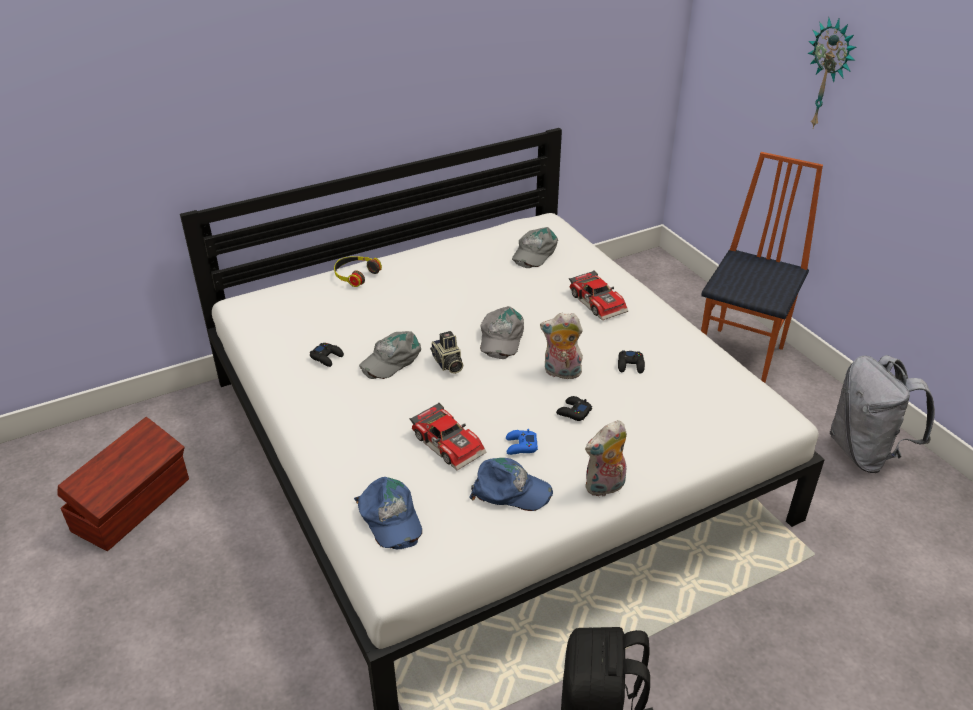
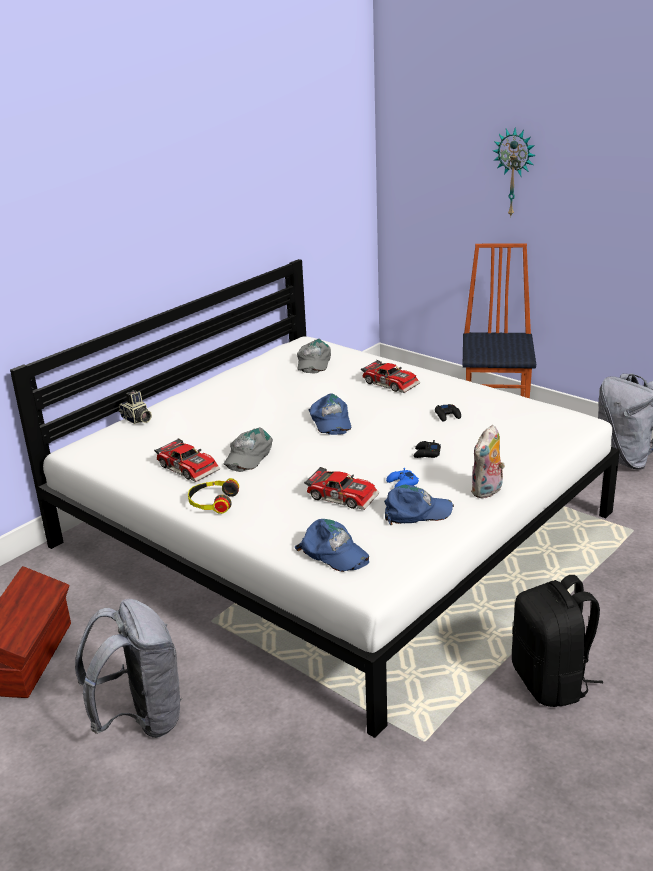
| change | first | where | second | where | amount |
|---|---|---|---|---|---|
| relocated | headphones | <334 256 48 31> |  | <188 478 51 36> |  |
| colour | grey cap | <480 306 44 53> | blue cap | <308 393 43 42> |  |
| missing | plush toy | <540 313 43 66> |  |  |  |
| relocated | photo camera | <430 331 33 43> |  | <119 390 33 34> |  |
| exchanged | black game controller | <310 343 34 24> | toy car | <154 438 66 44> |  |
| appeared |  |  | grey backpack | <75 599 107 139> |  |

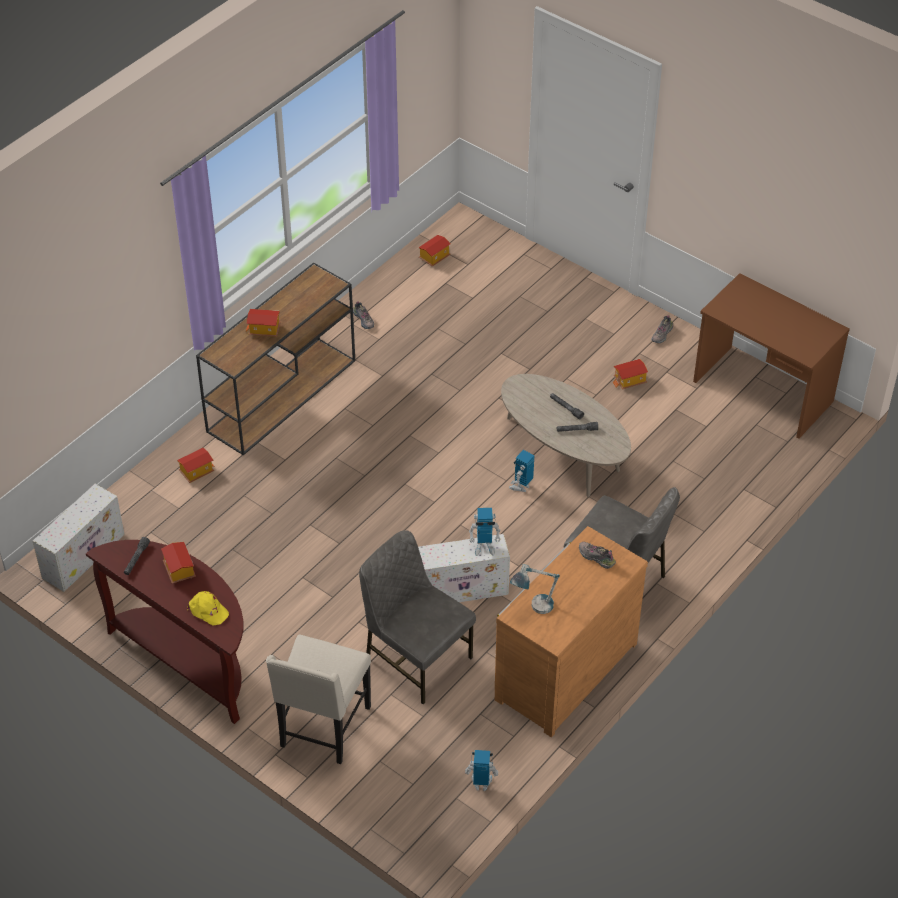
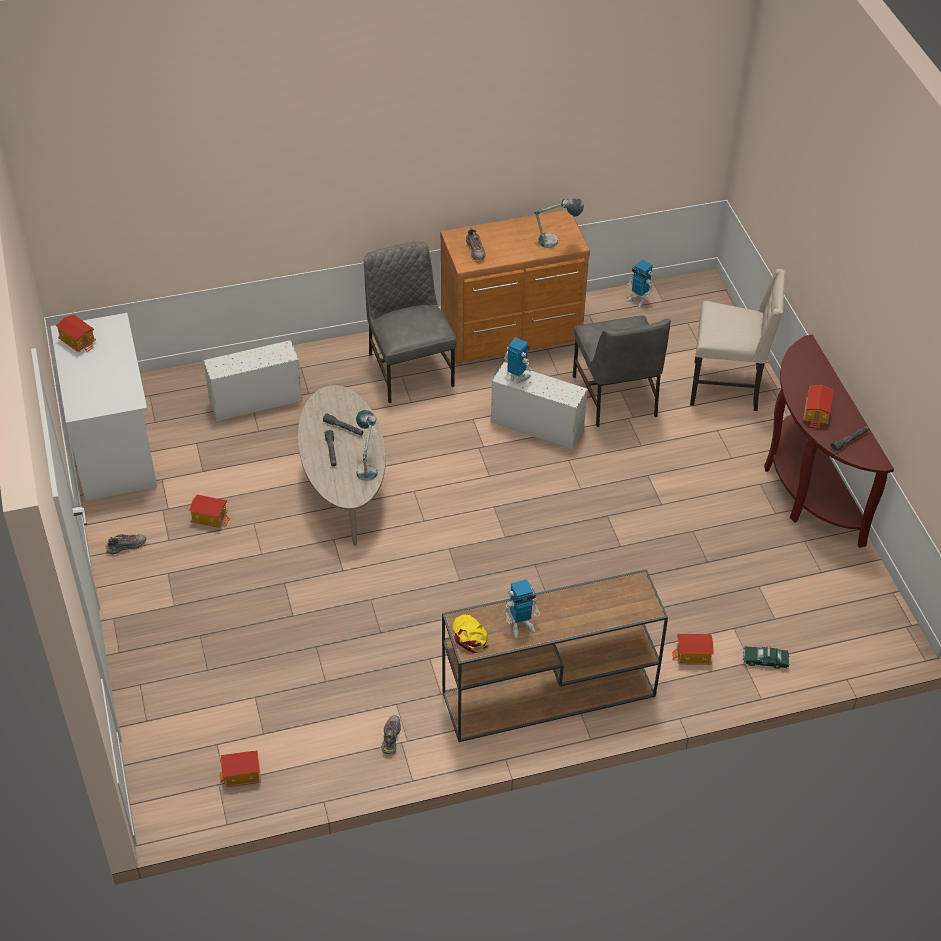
| change | first | where | second | where | amount |
|---|---|---|---|---|---|
| colour | brown desk | <693 273 157 166> | white desk | <50 313 107 188> |  |
| relocated | toy house | <246 309 35 28> |  | <56 314 40 38> |  |
| relocated | toy robot | <509 450 26 42> |  | <503 579 37 59> |  |
| relocated | white storage box | <33 484 91 108> |  | <204 340 98 82> |  |
| relocated | yellow cap | <187 591 42 35> |  | <453 614 36 39> |  |
| spun | beige chair | <266 634 105 130> |  | <690 269 95 142> | 45 degrees clockwise |
| appeared |  |  | table lamp | <356 410 22 71> |  |
| appeared |  |  | toy car | <743 645 47 24> |  |

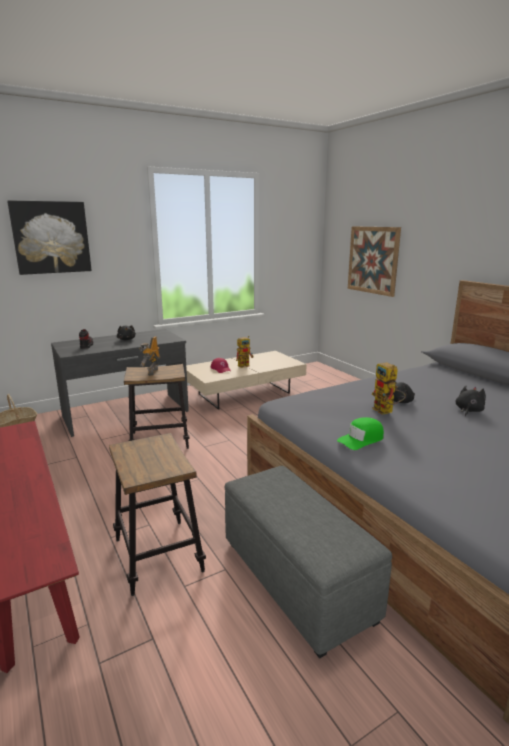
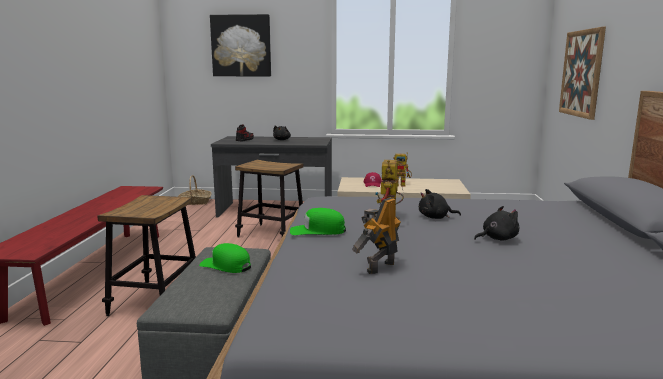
| change | first | where | second | where | amount |
|---|---|---|---|---|---|
| relocated | toy robot | <139 336 22 40> |  | <352 198 49 76> |  |
| appeared |  |  | green cap | <199 243 52 30> |  |

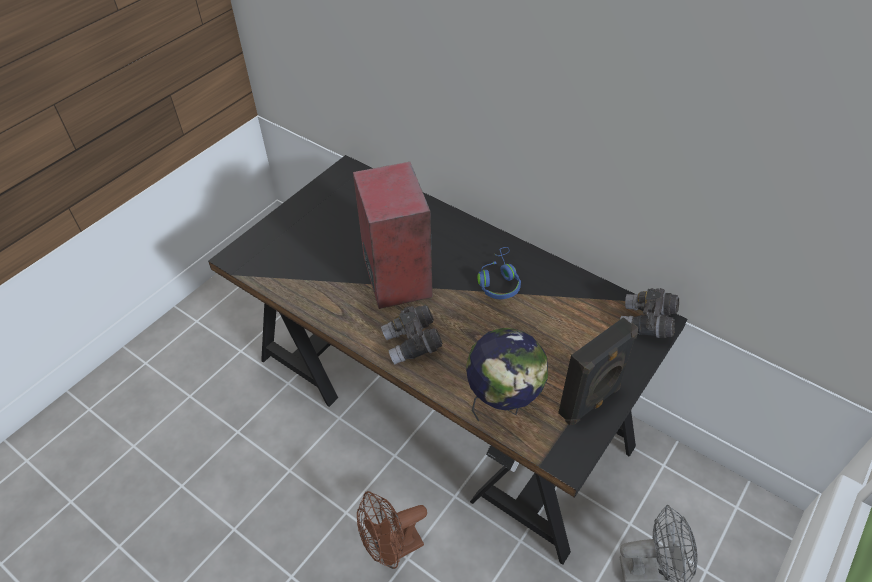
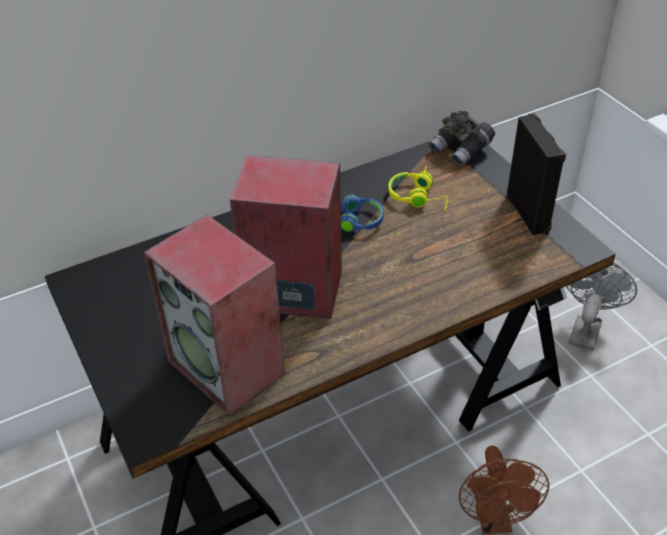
| change | first | where | second | where | amount |
|---|---|---|---|---|---|
| missing | grey binoculars | <381 305 62 59> |  |  |  |
| missing | globe | <466 327 82 94> |  |  |  |
| appeared |  |  | yellow headphones | <388 166 61 45> |  |
| appeared |  |  | speaker | <144 215 141 200> |  |

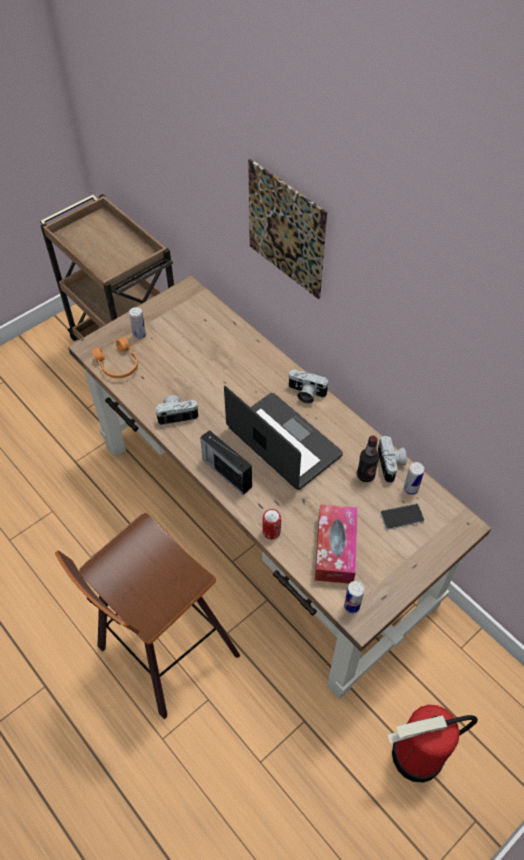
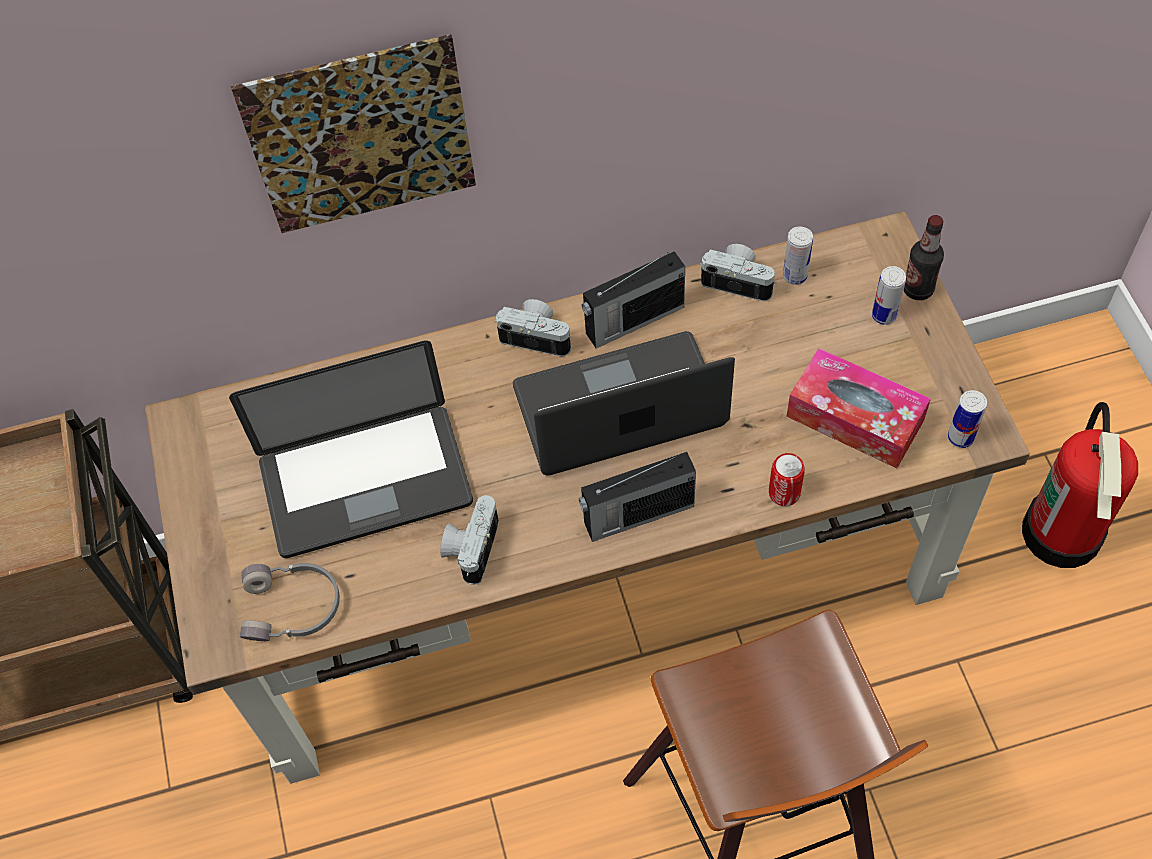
| change | first | where | second | where | amount |
|---|---|---|---|---|---|
| relocated | can | <129 307 17 32> |  | <872 266 34 59> |  |
| colour | orange headphones | <92 337 46 41> | grey headphones | <239 563 101 78> |  |
| spun | photo camera | <288 370 41 34> |  | <495 299 77 58> | 120 degrees counterclockwise |
| relocated | bottle | <357 435 22 47> |  | <904 215 40 85> |  |
| missing | phone | <380 503 45 27> |  |  |  |
| appeared |  |  | radio | <582 251 103 97> |  |
| appeared |  |  | laptop | <229 341 244 217> |  |

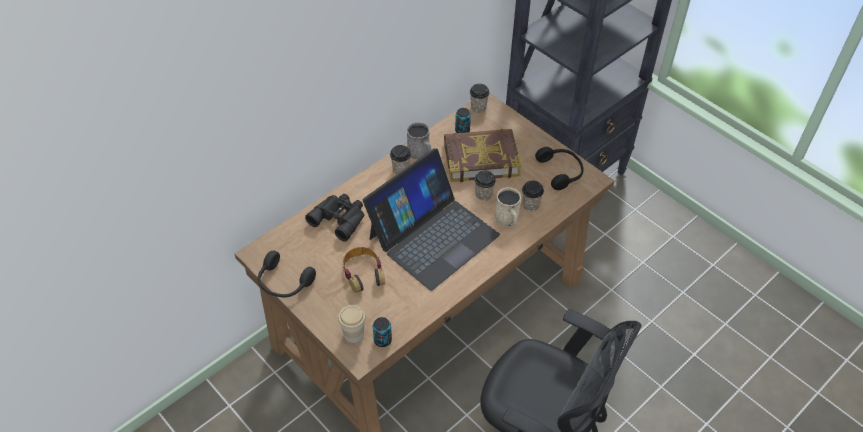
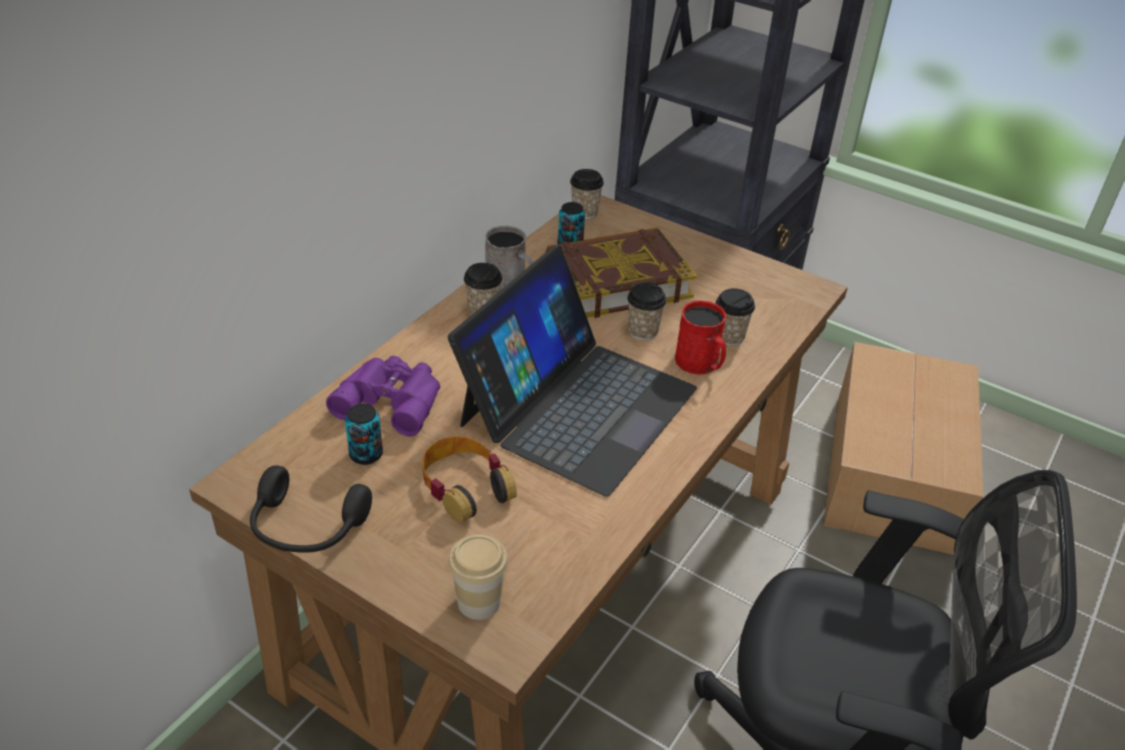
| change | first | where | second | where | amount |
|---|---|---|---|---|---|
| missing | black headphones | <535 147 49 43> |  |  |  |
| colour | beige mug | <495 187 26 40> | red mug | <675 300 51 74> |  |
| colour | black binoculars | <305 194 59 48> | purple binoculars | <326 356 114 81> |  |
| relocated | can | <373 317 19 30> |  | <345 404 38 61> |  |
| appeared |  |  | cardboard box | <823 342 160 214> |  |

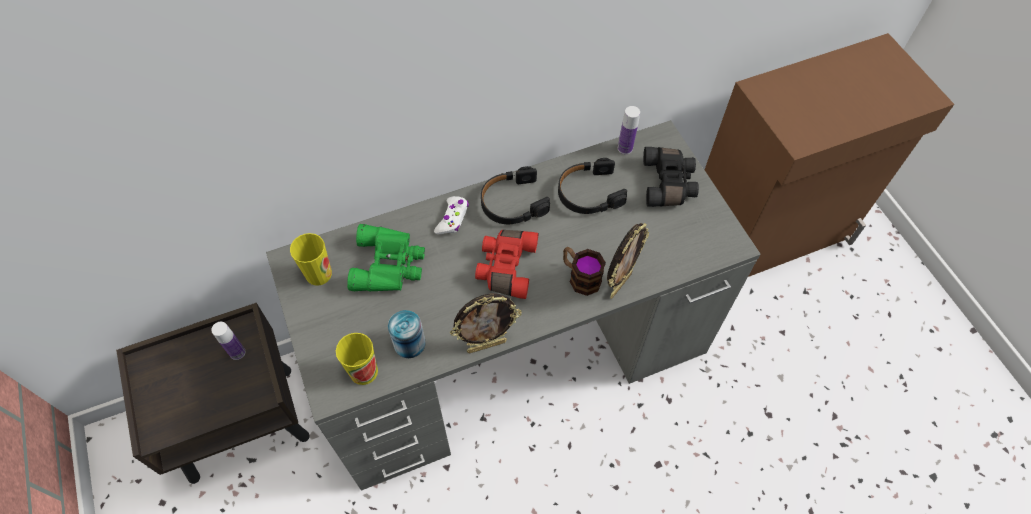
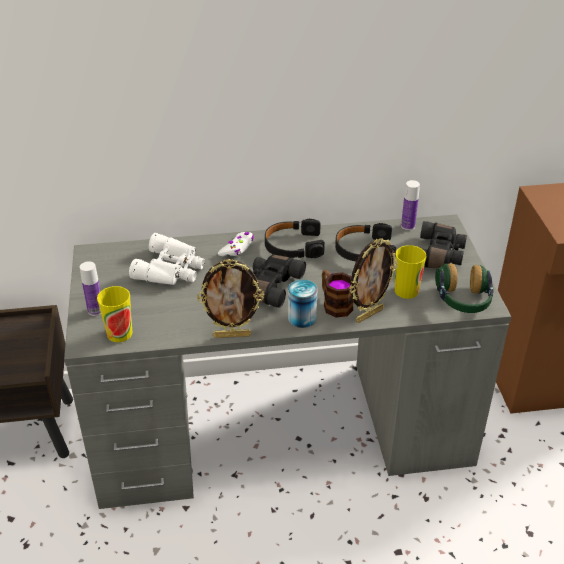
| change | first | where | second | where | amount |
|---|---|---|---|---|---|
| colour | green binoculars | <347 224 78 68> | white binoculars | <129 233 76 52> |  |
| colour | red binoculars | <475 230 64 69> | black binoculars | <253 255 53 53> |  |
| relocated | cup | <290 233 42 53> |  | <395 245 31 54> |  |
| relocated | can | <388 310 38 48> |  | <288 280 30 48> |  |
| relocated | bottle | <211 322 34 38> |  | <80 261 21 55> |  |
| appeared |  |  | headphones | <435 263 59 50> |  |

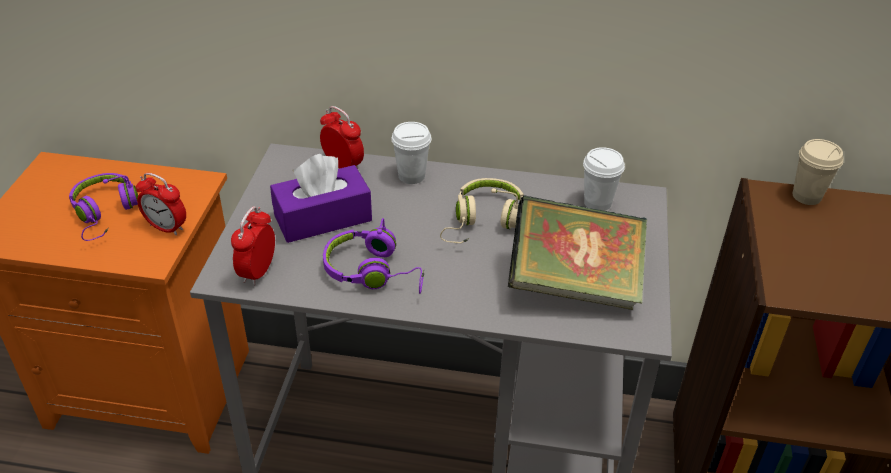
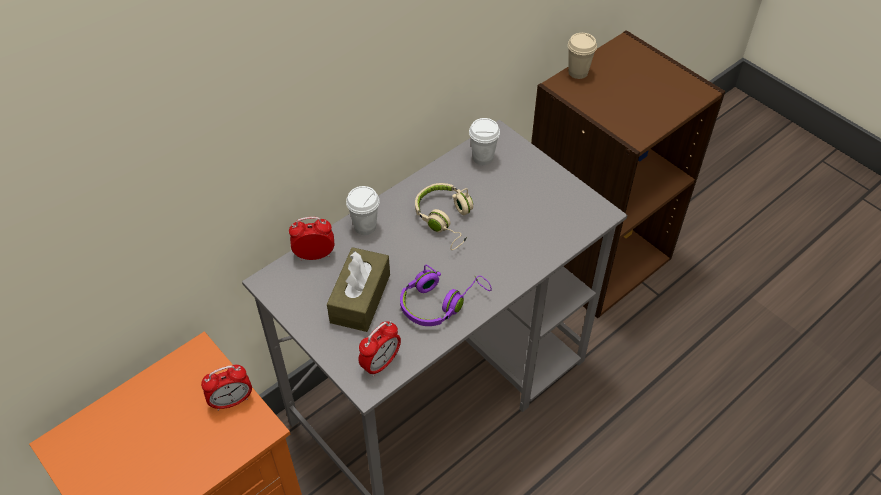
| change | first | where | second | where | amount |
|---|---|---|---|---|---|
| colour | purple tissue box | <270 154 102 89> | brown tissue box | <327 247 63 85> |  |
| missing | purple headphones | <69 173 69 68> |  |  |  |
| missing | book | <508 195 139 115> |  |  |  |
| spun | alarm clock | <231 206 44 79> |  | <359 321 42 56> | 105 degrees counterclockwise |

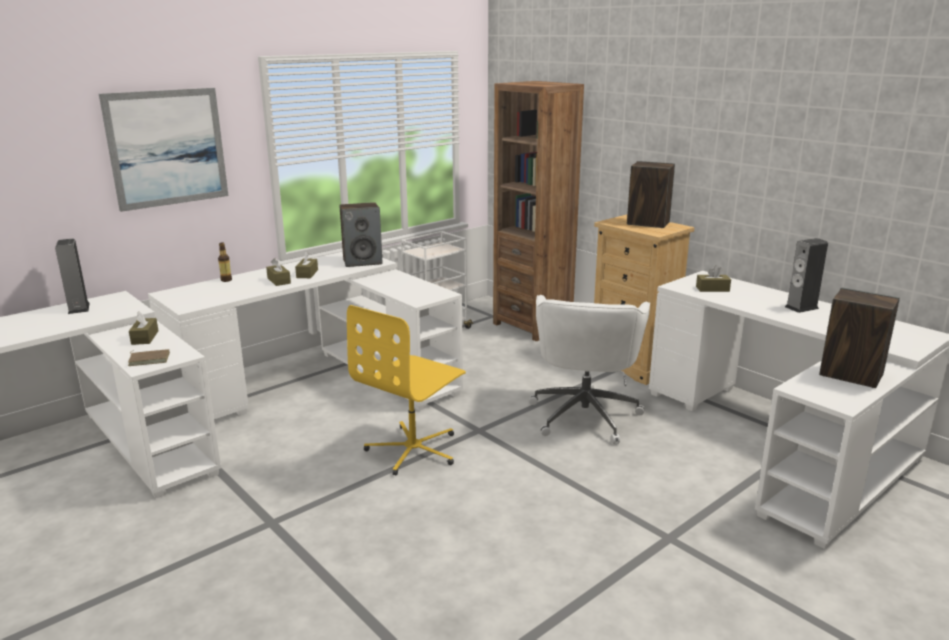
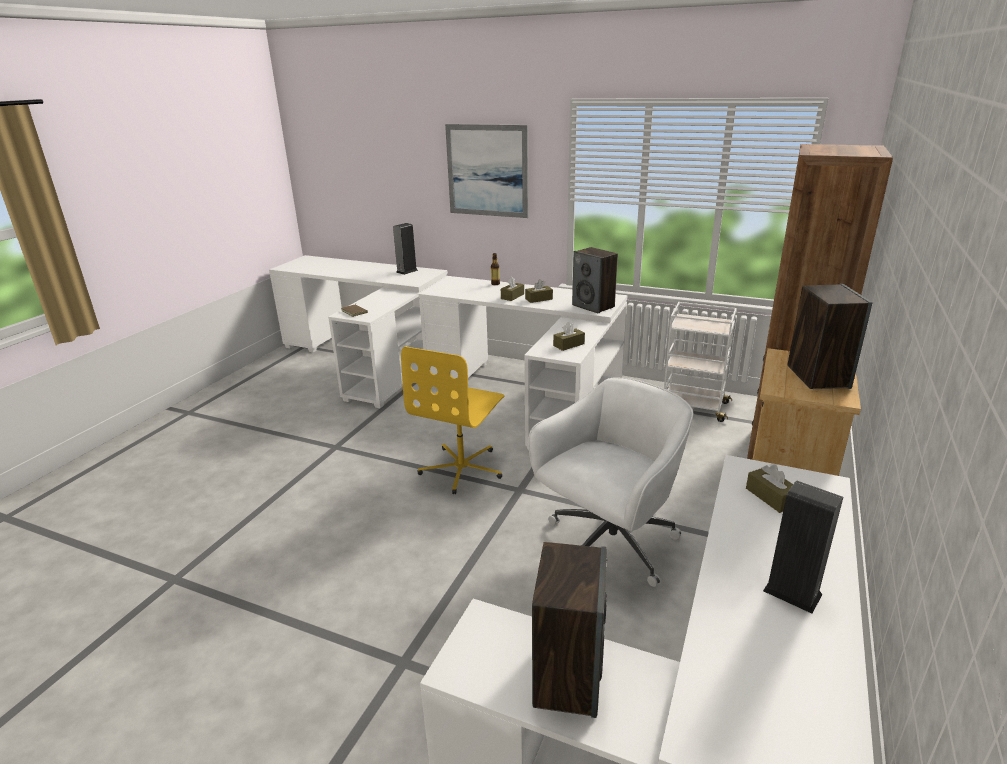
| change | first | where | second | where | amount |
|---|---|---|---|---|---|
| spun | white office chair | <529 295 121 149> |  | <528 377 165 210> | 150 degrees clockwise |
| spun | yellow office chair | <347 305 119 170> |  | <401 346 104 148> | 75 degrees counterclockwise |
| relocated | brown tissue box | <129 311 29 34> |  | <553 322 32 29> |  |

